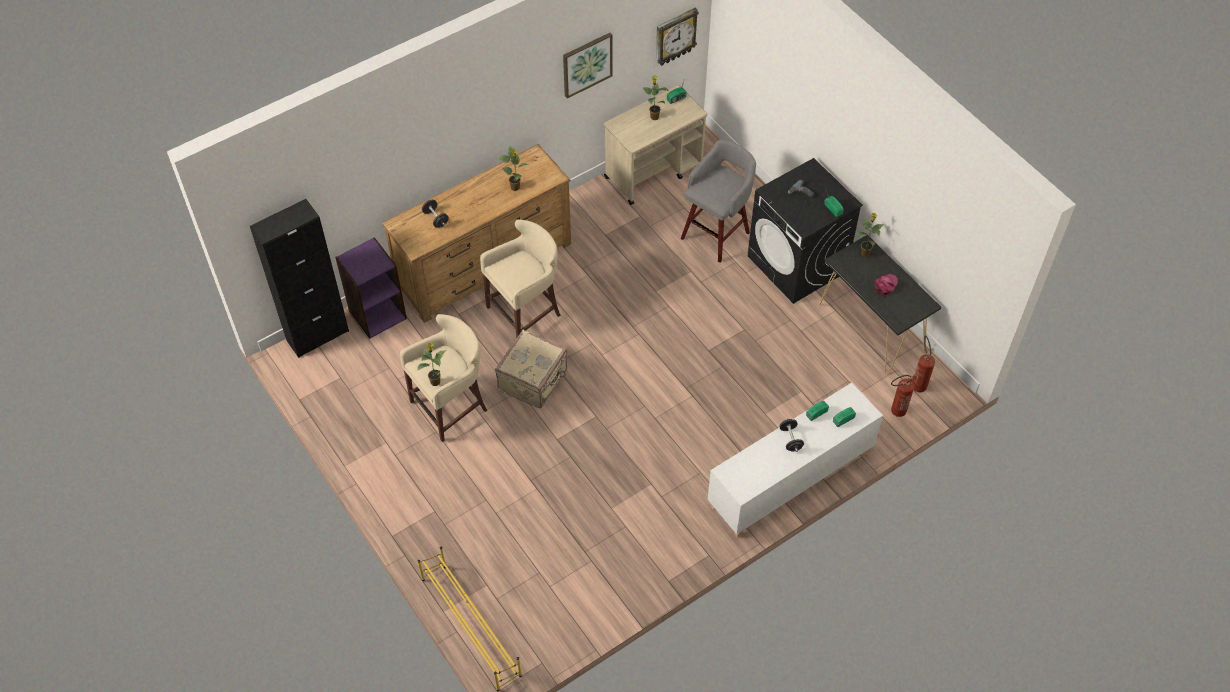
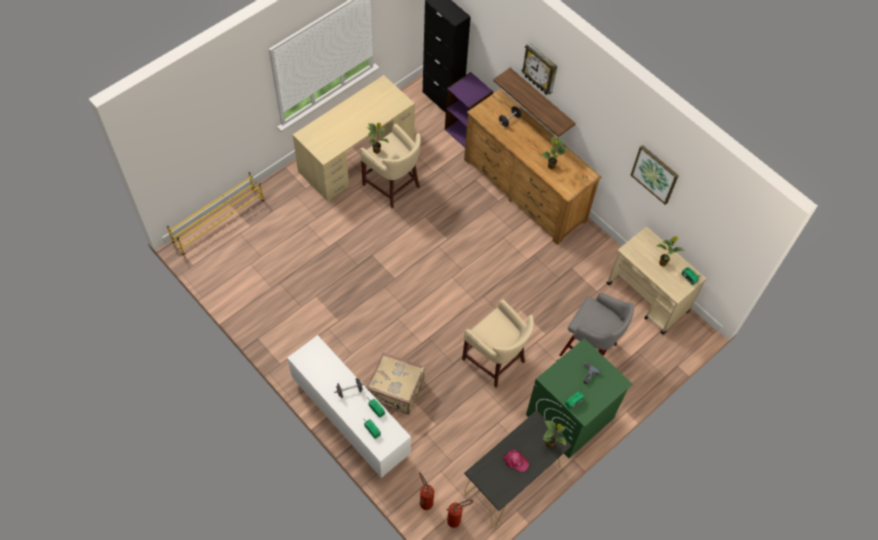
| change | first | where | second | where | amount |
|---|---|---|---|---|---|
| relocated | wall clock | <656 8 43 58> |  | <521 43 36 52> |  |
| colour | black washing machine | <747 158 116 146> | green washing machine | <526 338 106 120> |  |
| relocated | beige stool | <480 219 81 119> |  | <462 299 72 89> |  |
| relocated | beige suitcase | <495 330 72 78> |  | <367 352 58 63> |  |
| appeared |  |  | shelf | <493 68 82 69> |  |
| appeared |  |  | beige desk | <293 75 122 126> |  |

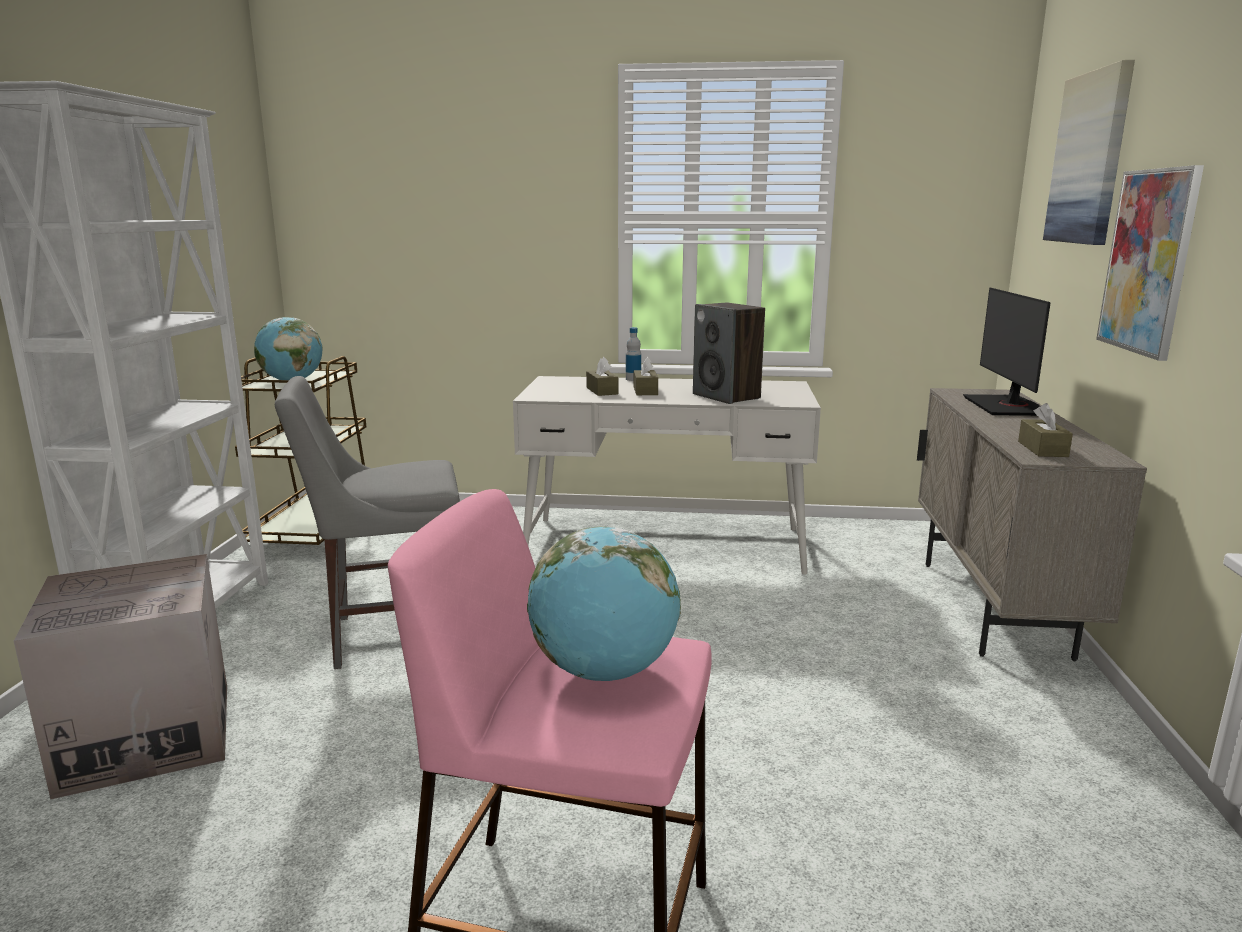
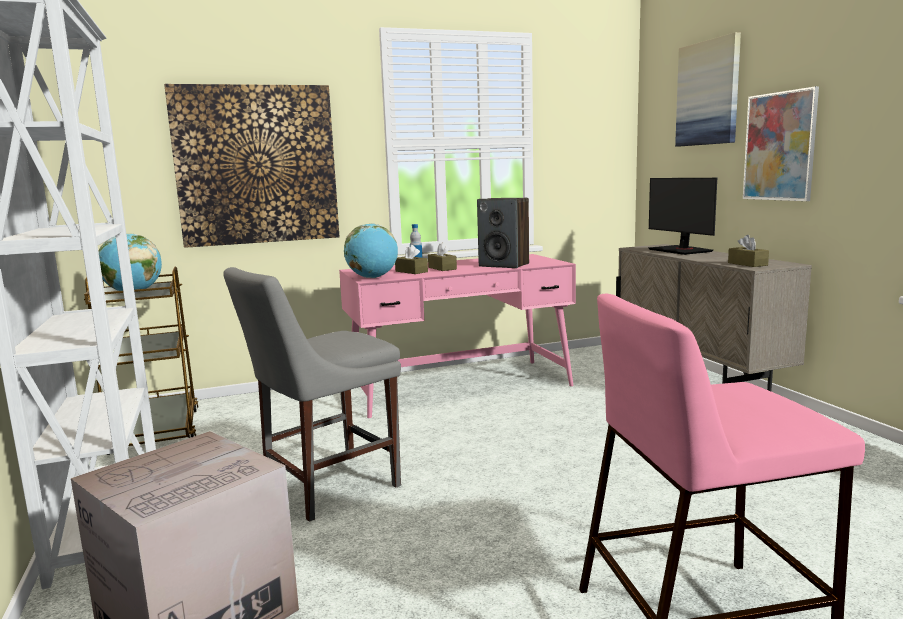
| change | first | where | second | where | amount |
|---|---|---|---|---|---|
| colour | white desk | <513 376 308 199> | pink desk | <339 254 237 164> |  |
| relocated | globe | <527 526 154 155> |  | <344 223 54 55> |  |
| appeared |  |  | picture | <164 84 176 164> |  |

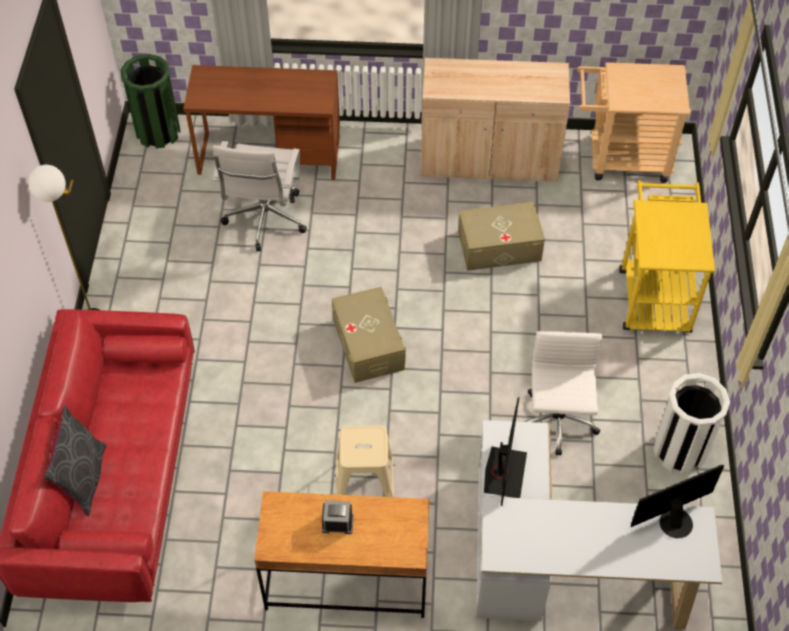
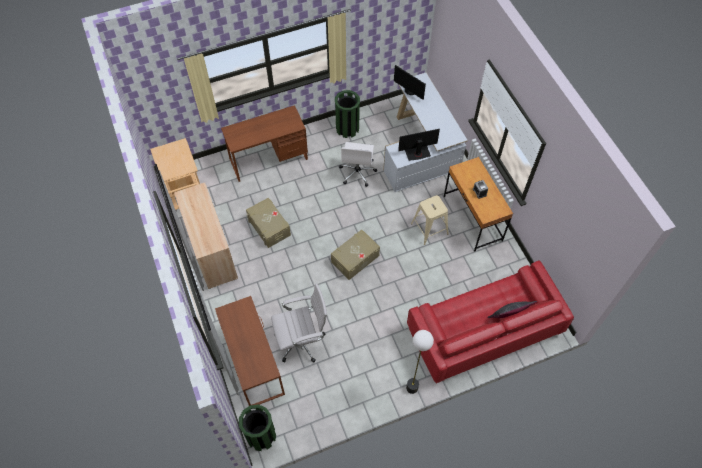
| change | first | where | second | where | amount |
|---|---|---|---|---|---|
| exchanged | yellow cart | <619 180 96 153> | brown desk | <221 105 87 77> |  |
| spun | white office chair | <525 331 77 125> |  | <339 142 38 45> | 60 degrees counterclockwise |
| colour | white trash can | <653 373 77 101> | green trash can | <335 90 25 48> |  |

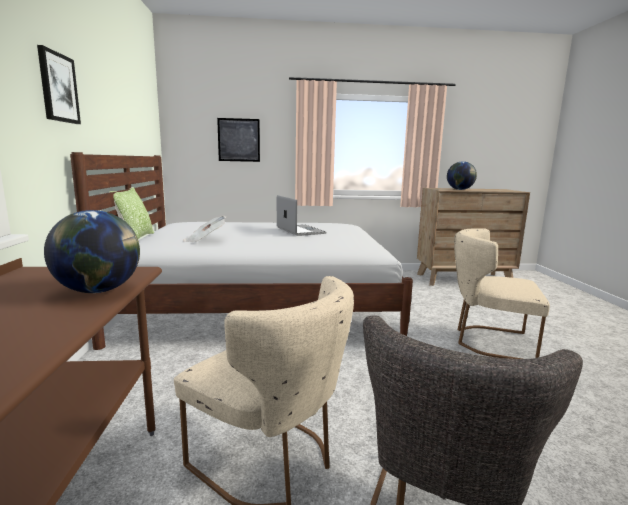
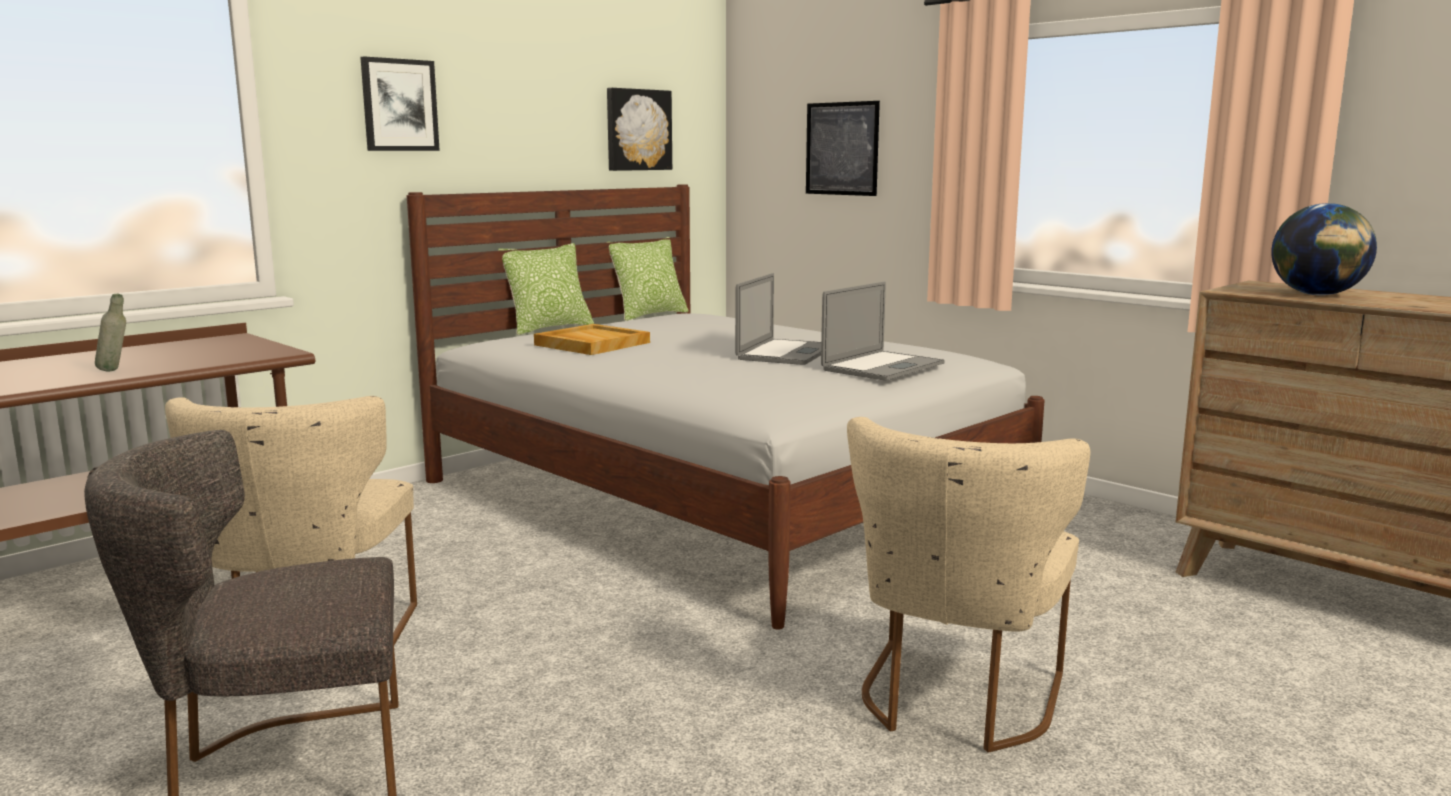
| change | first | where | second | where | amount |
|---|---|---|---|---|---|
| missing | globe | <44 210 96 83> |  |  |  |
| exchanged | newspaper | <183 216 43 26> | beige tray | <534 324 116 31> |  |
| spun | beige chair | <454 228 96 131> |  | <847 417 243 336> | 135 degrees counterclockwise |
| appeared |  |  | picture | <607 88 65 83> |  |
| appeared |  |  | pillow | <607 237 81 84> |  |
| appeared |  |  | laptop | <821 282 124 98> |  |
| appeared |  |  | grey bottle | <95 294 31 77> |  |

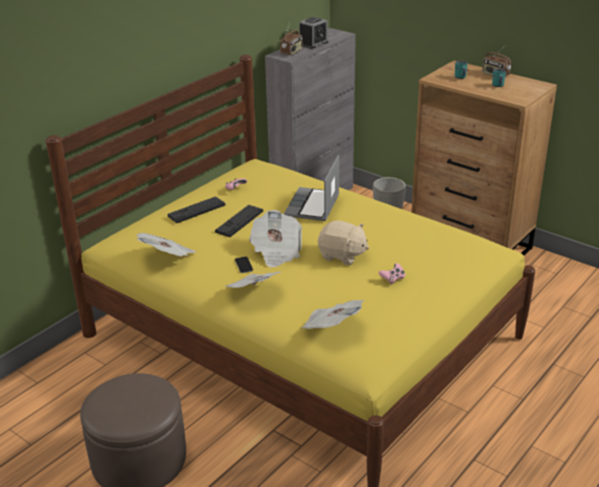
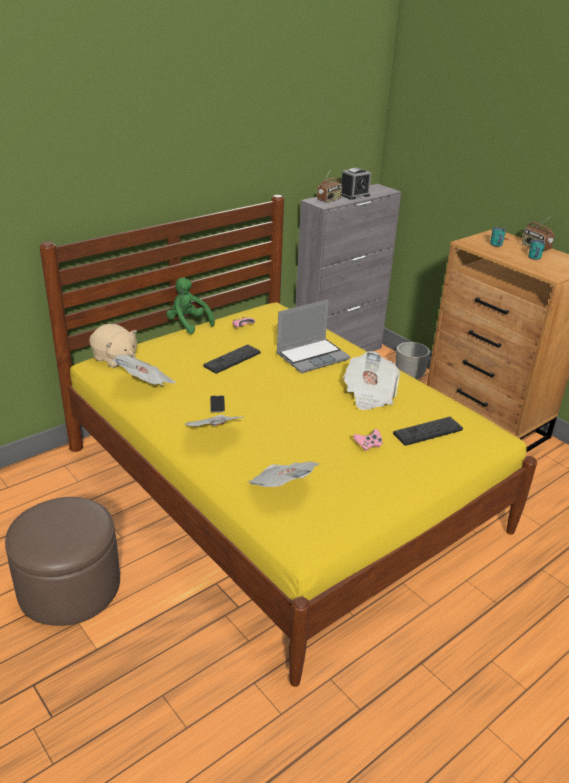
| change | first | where | second | where | amount |
|---|---|---|---|---|---|
| spun | laptop | <284 155 55 66> |  | <276 300 74 73> | 150 degrees counterclockwise |
| relocated | keyboard | <168 196 57 27> |  | <393 417 70 29> |  |
| relocated | newspaper | <249 210 53 58> |  | <343 351 57 59> |  |
| relocated | beige plush toy | <318 220 51 45> |  | <89 324 48 44> |  |
| appeared |  |  | green plush toy | <166 277 49 57> |  |

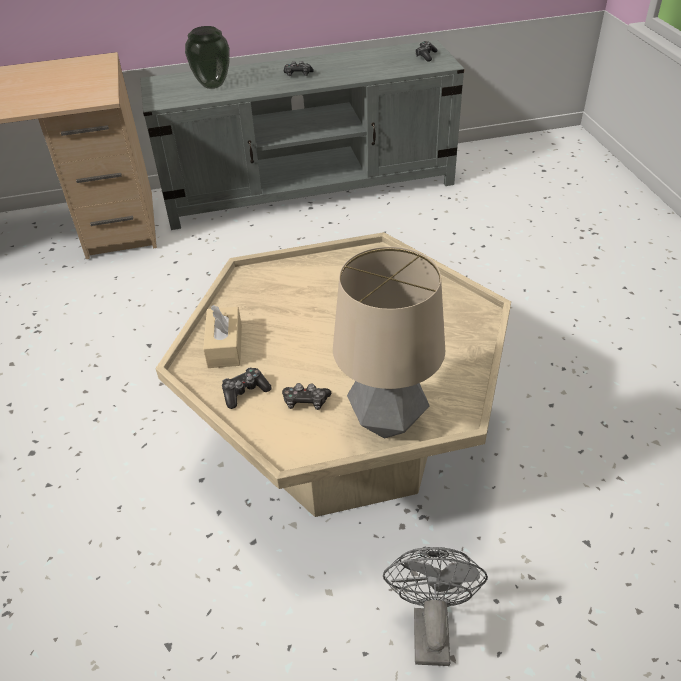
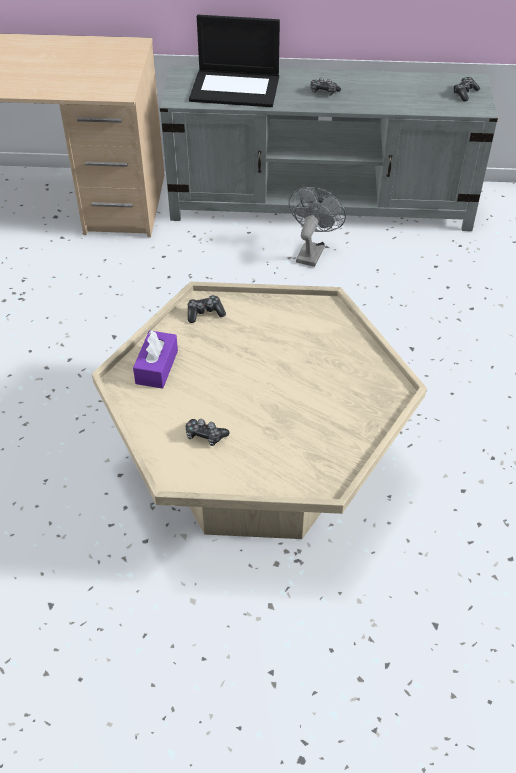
| change | first | where | second | where | amount |
|---|---|---|---|---|---|
| exchanged | vase | <185 26 45 63> | laptop | <189 15 91 92> |  |
| missing | table lamp | <333 247 112 191> |  |  |  |
| colour | beige tissue box | <203 305 39 63> | purple tissue box | <133 330 45 59> |  |
| relocated | game controller | <222 368 50 41> |  | <188 295 38 28> |  |
| relocated | grey fan | <383 547 105 119> |  | <288 187 58 80> |  |

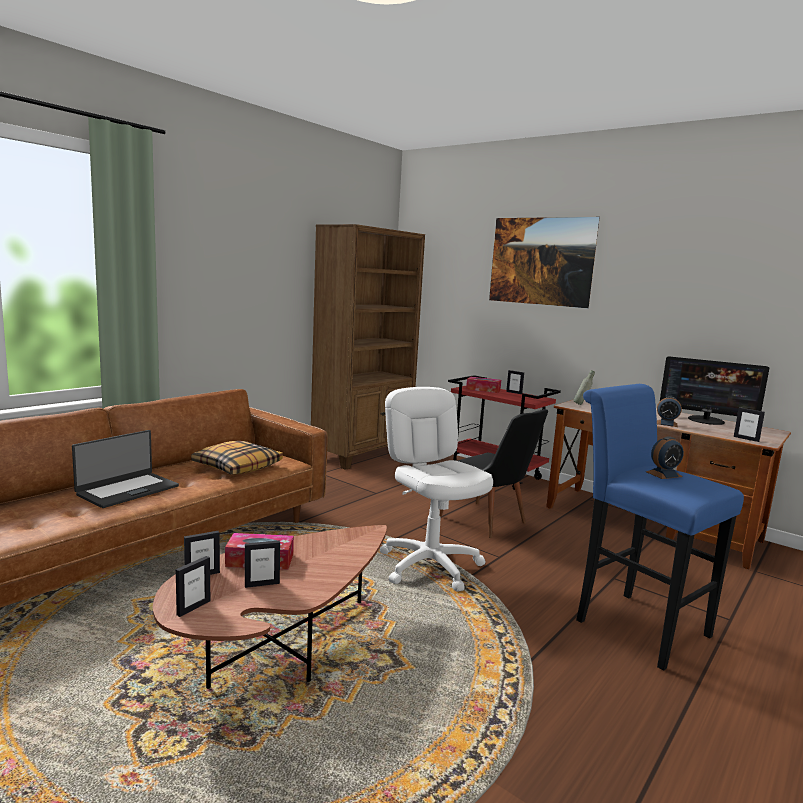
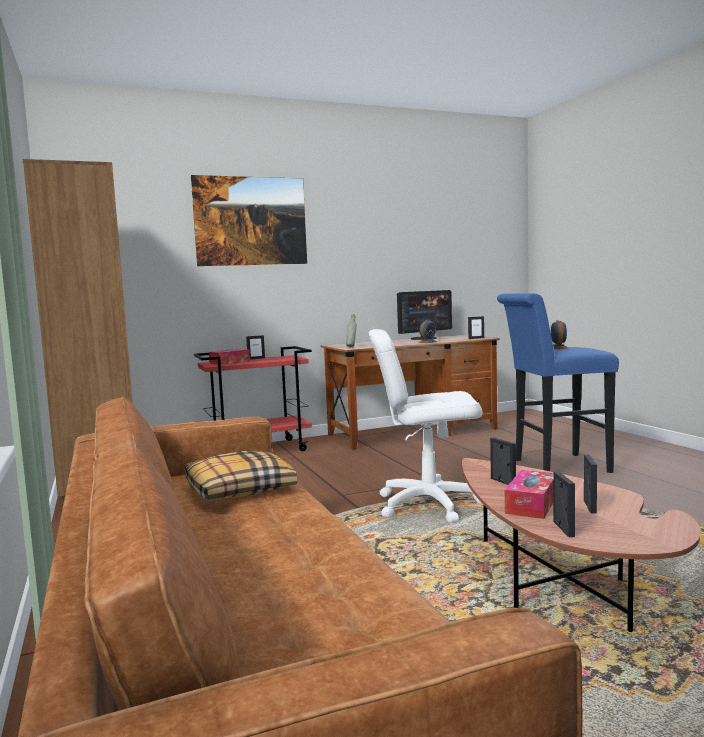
| change | first | where | second | where | amount |
|---|---|---|---|---|---|
| missing | black chair | <440 409 108 129> |  |  |  |
| missing | laptop | <72 430 107 78> |  |  |  |
| relocated | picture frame | <176 556 34 61> |  | <490 437 26 48> |  |

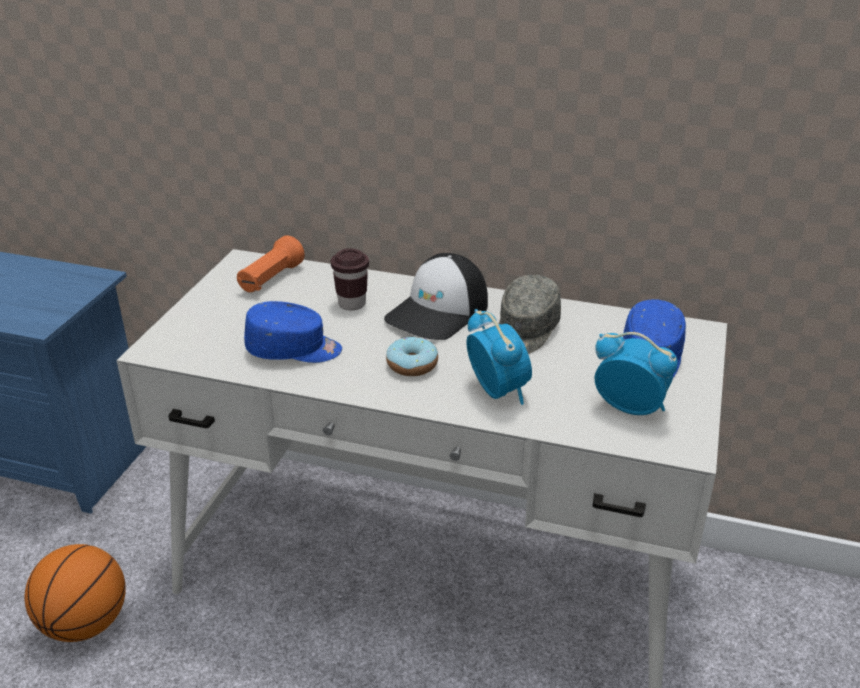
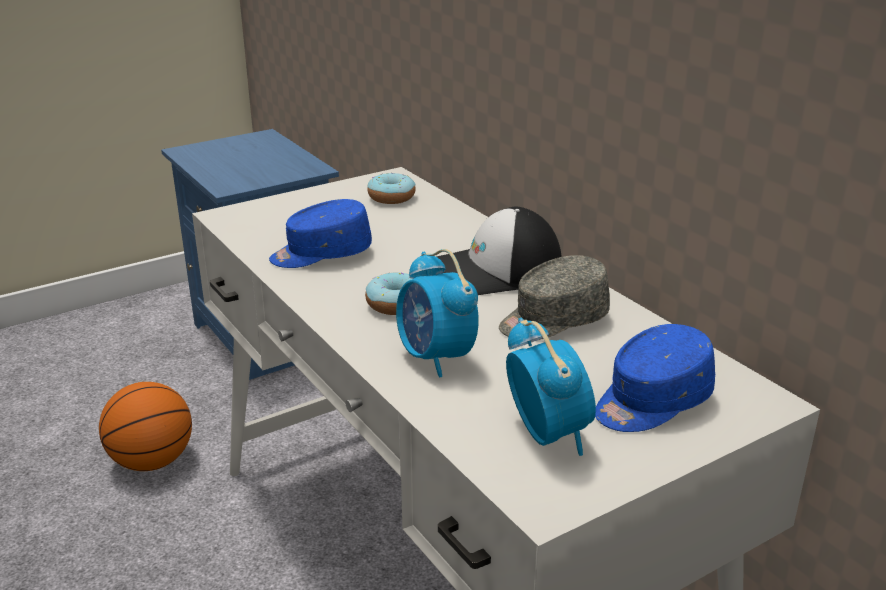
| change | first | where | second | where | amount |
|---|---|---|---|---|---|
| exchanged | orange flashlight | <237 235 67 58> | donut | <367 173 49 31> |  |
| missing | brown cup | <331 248 38 63> |  |  |  |
| spun | blue cap | <244 301 98 62> |  | <269 199 103 69> | 120 degrees clockwise |
| spun | alarm clock | <467 309 65 96> |  | <396 249 83 129> | 135 degrees clockwise |

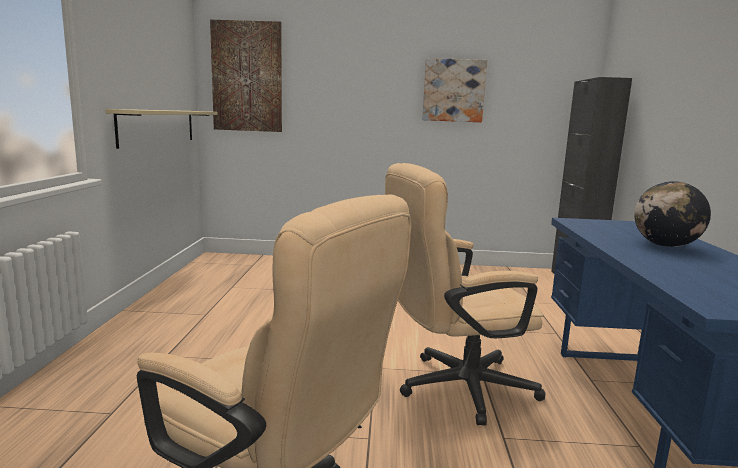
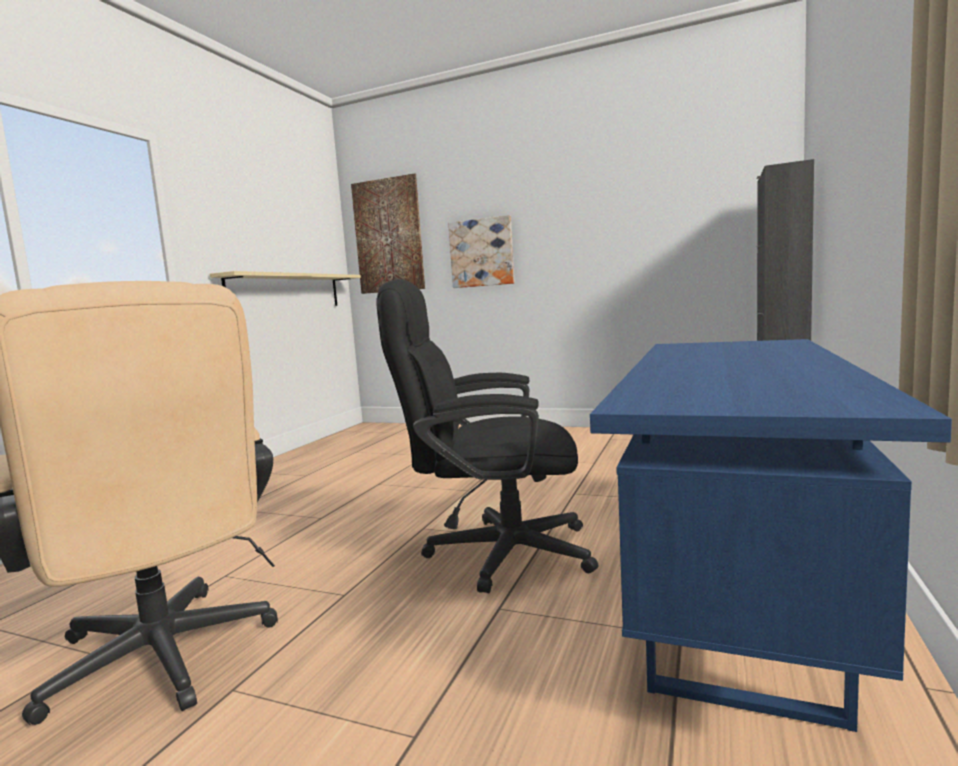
| change | first | where | second | where | amount |
|---|---|---|---|---|---|
| relocated | picture | <422 58 65 64> |  | <448 215 67 73> |  |
| colour | beige office chair | <385 163 160 262> | black office chair | <376 279 222 314> |  |
| missing | globe | <634 181 77 66> |  |  |  |

